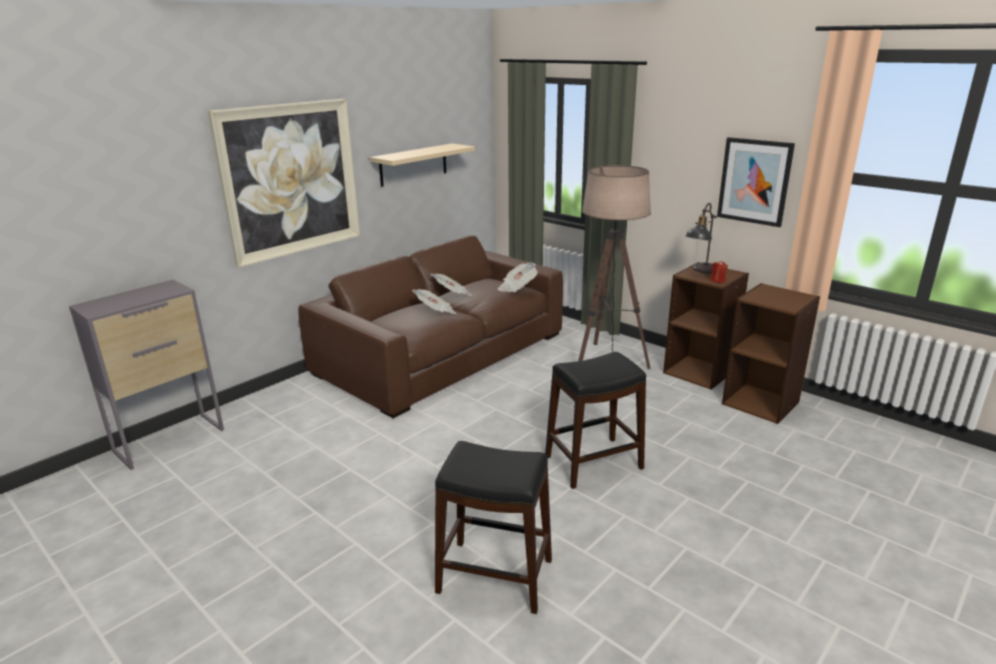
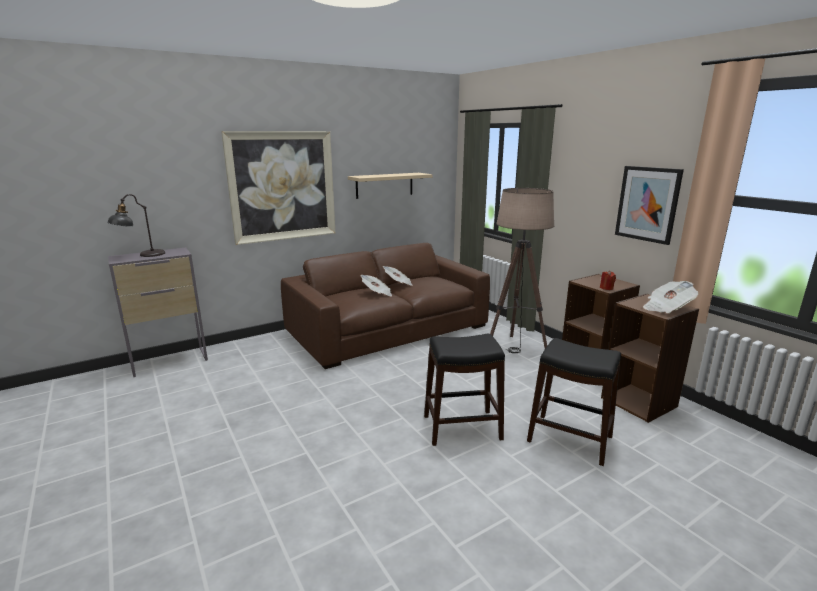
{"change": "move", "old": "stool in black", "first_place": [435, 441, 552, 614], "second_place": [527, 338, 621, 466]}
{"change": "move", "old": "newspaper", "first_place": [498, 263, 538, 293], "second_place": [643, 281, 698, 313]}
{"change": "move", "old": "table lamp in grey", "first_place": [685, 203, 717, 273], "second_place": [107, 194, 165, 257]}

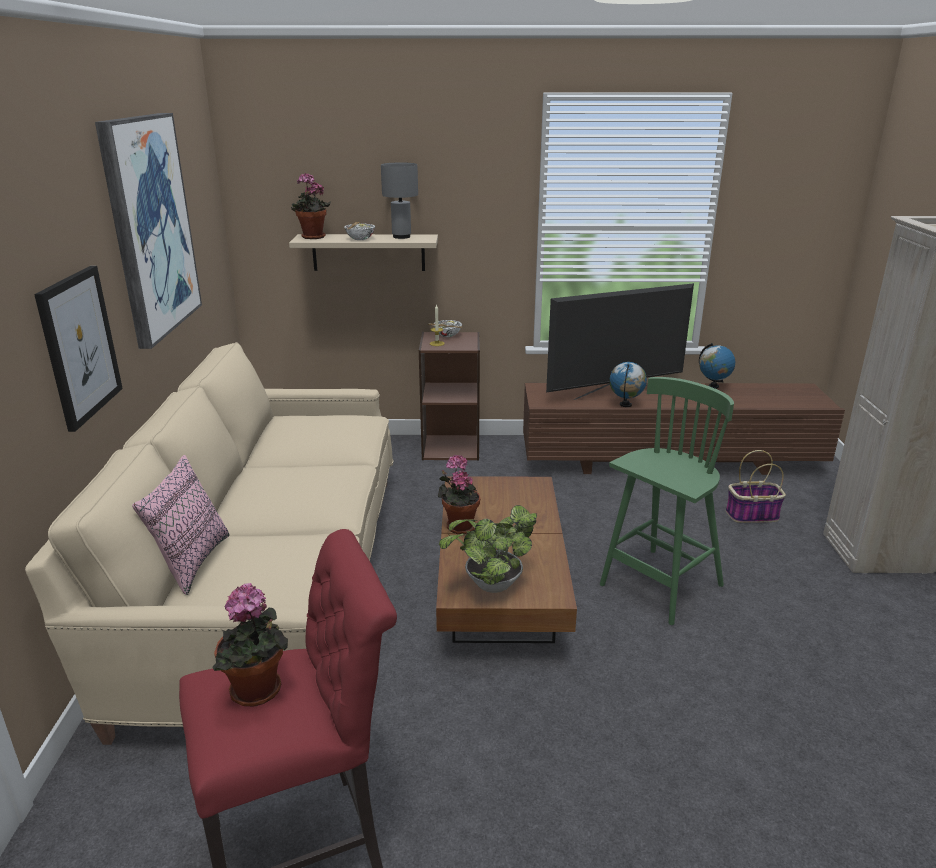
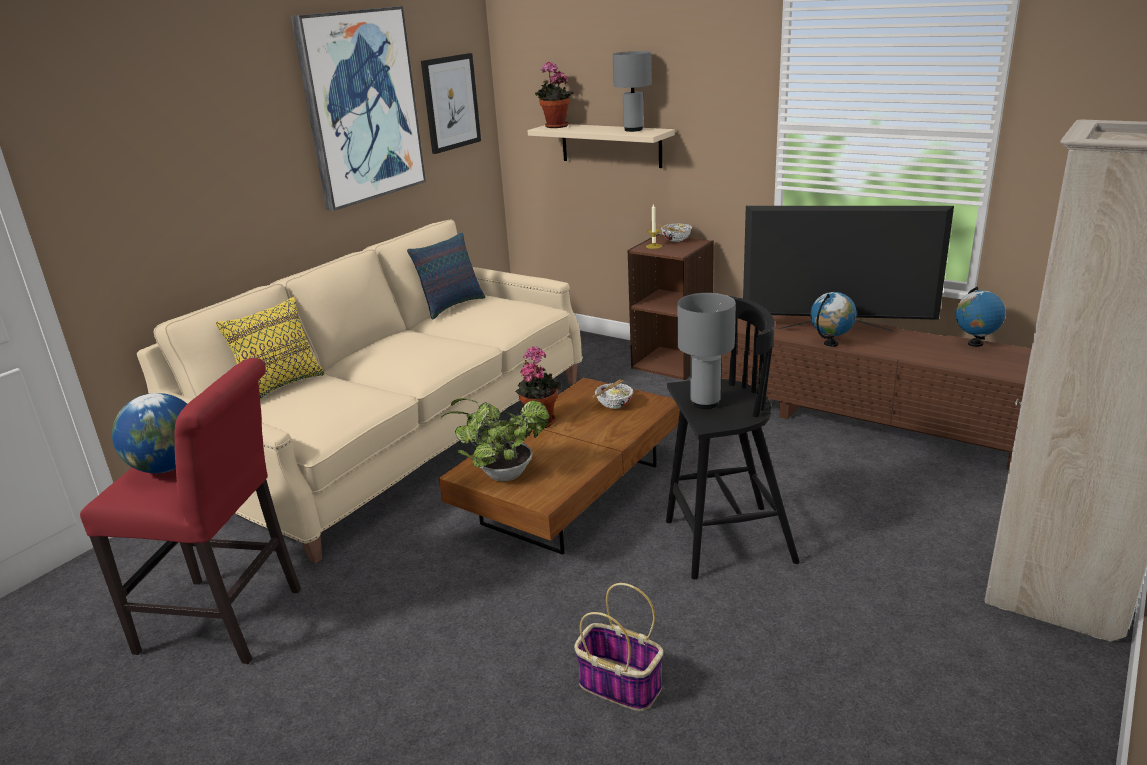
{"change": "move", "old": "picture", "first_place": [34, 266, 123, 432], "second_place": [421, 53, 481, 154]}
{"change": "recolor", "old": "pillow in pink", "new": "pillow in yellow", "first_place": [132, 455, 230, 595], "second_place": [216, 297, 325, 399]}
{"change": "replace", "old": "potted plant", "new": "globe", "first_place": [212, 583, 288, 707], "second_place": [112, 393, 187, 473]}
{"change": "move", "old": "bowl", "first_place": [344, 222, 376, 240], "second_place": [592, 380, 633, 409]}
{"change": "recolor", "old": "stool in green", "new": "stool in black", "first_place": [600, 377, 734, 625], "second_place": [666, 296, 800, 579]}
{"change": "move", "old": "basket", "first_place": [726, 450, 786, 523], "second_place": [574, 583, 663, 711]}
{"change": "insert", "new": "pillow in blue", "second_place": [407, 233, 485, 320]}
{"change": "insert", "new": "table lamp in grey", "second_place": [677, 293, 736, 409]}

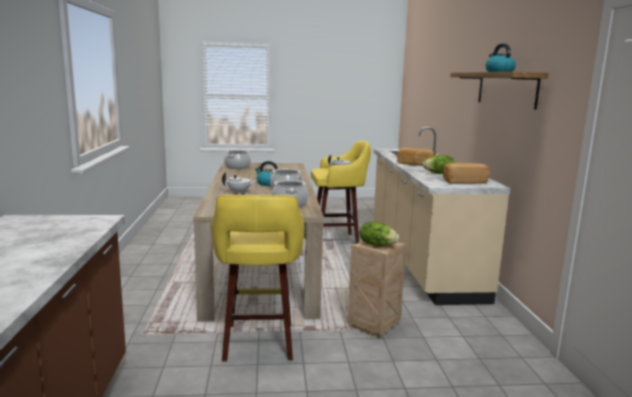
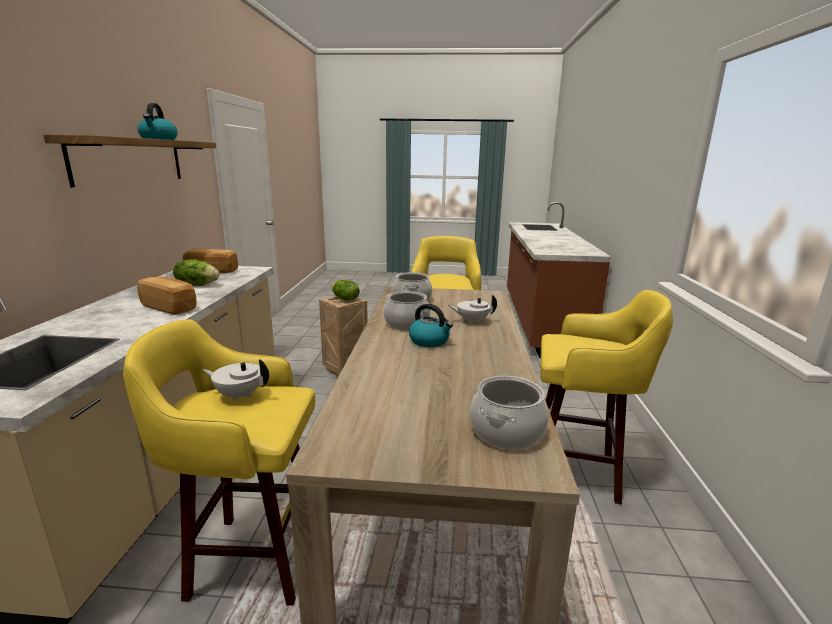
{"change": "insert", "new": "stool in yellow", "second_place": [540, 290, 673, 504]}

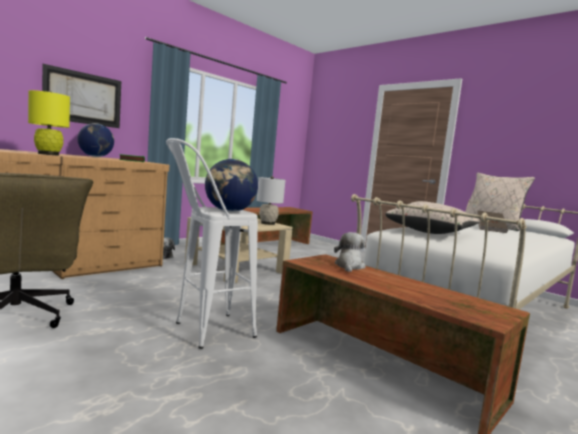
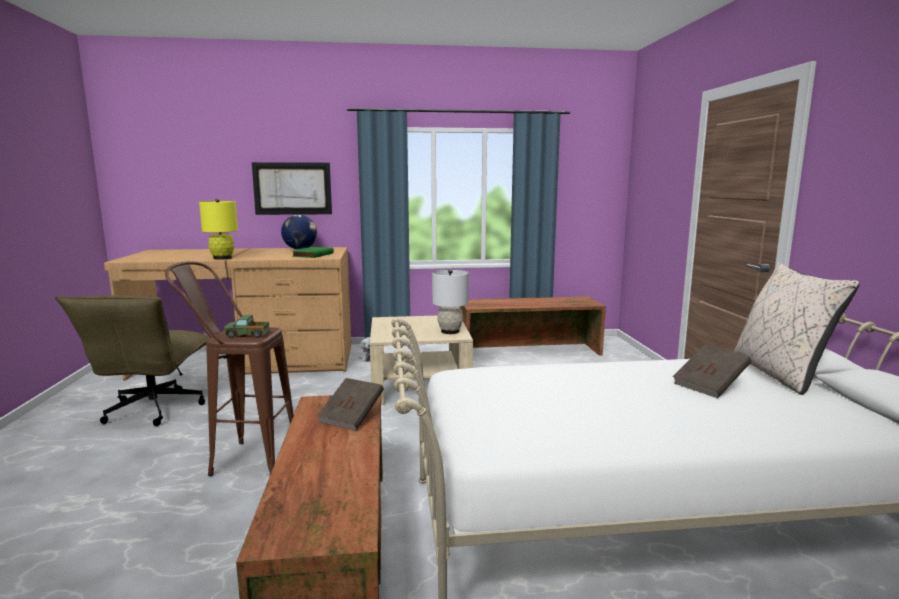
{"change": "recolor", "old": "stool in white", "new": "stool in brown", "first_place": [166, 138, 258, 349], "second_place": [165, 261, 294, 476]}
{"change": "replace", "old": "globe", "new": "toy truck", "first_place": [205, 159, 258, 212], "second_place": [224, 315, 270, 338]}
{"change": "replace", "old": "plush toy", "new": "book in brown", "first_place": [334, 232, 366, 272], "second_place": [317, 378, 384, 431]}
{"change": "delete", "old": "pillow in beige", "first_place": [385, 201, 480, 234]}

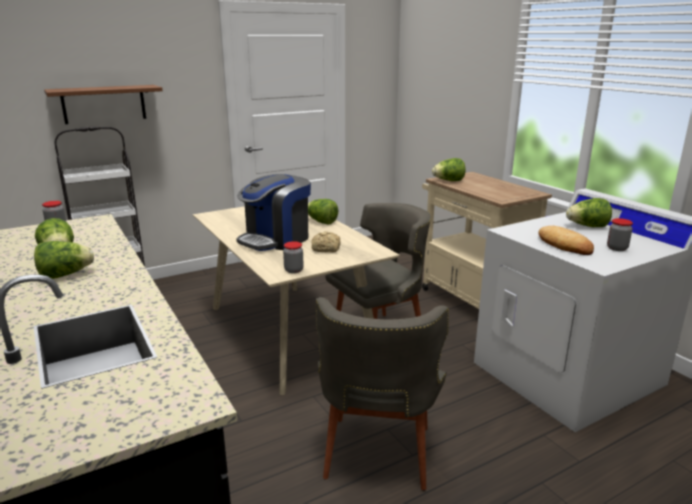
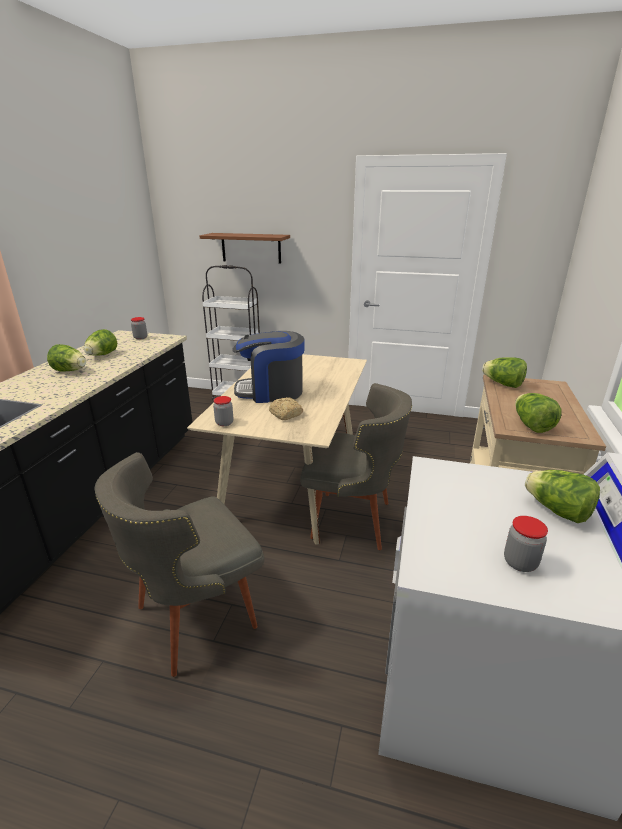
{"change": "move", "old": "lettuce", "first_place": [308, 199, 338, 225], "second_place": [515, 393, 561, 433]}
{"change": "delete", "old": "bread", "first_place": [538, 226, 594, 255]}

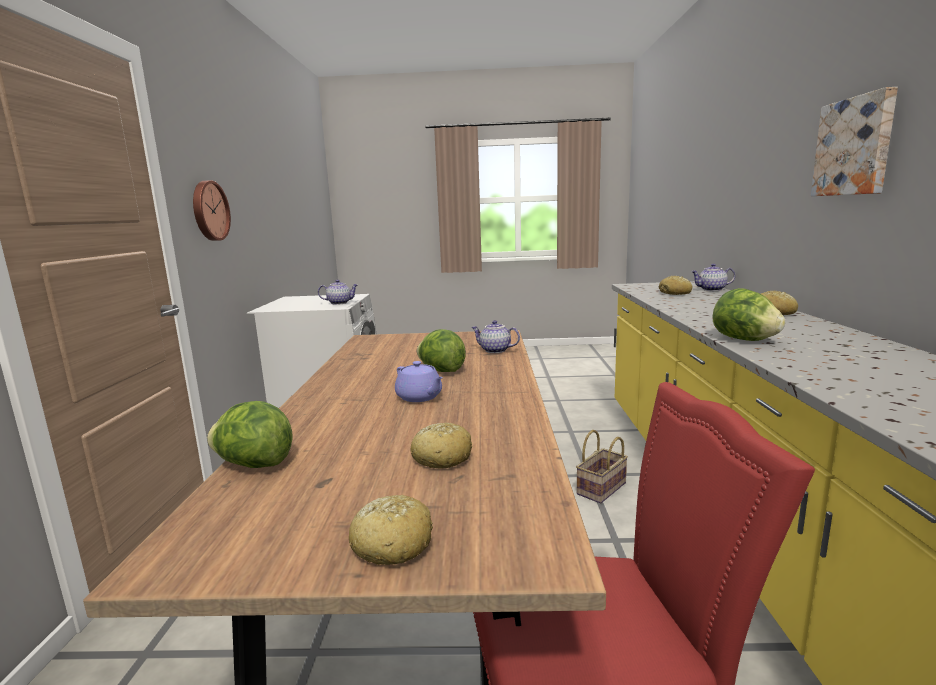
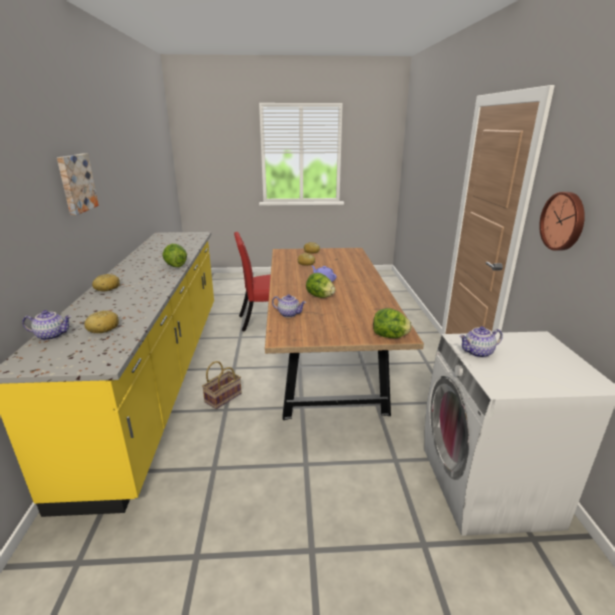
{"change": "move", "old": "lettuce", "first_place": [207, 401, 292, 468], "second_place": [373, 308, 412, 338]}

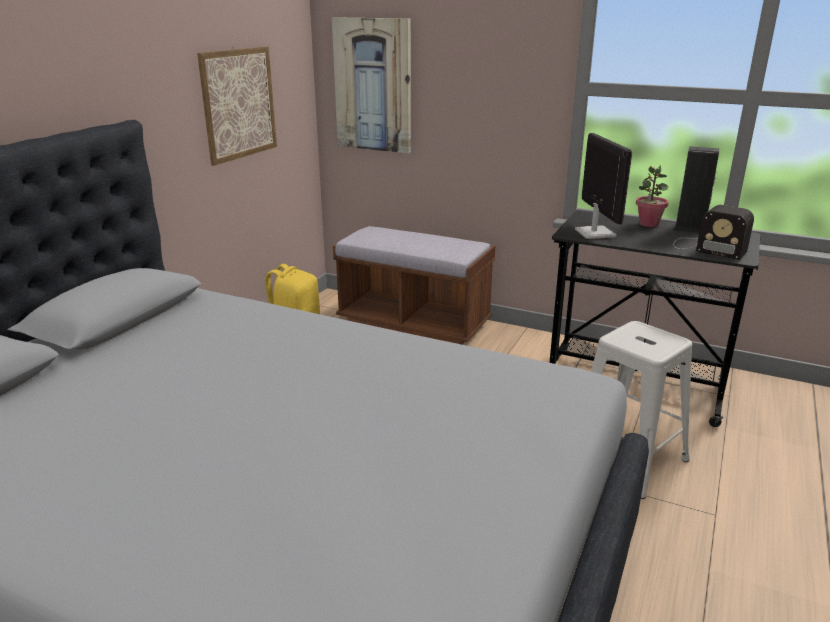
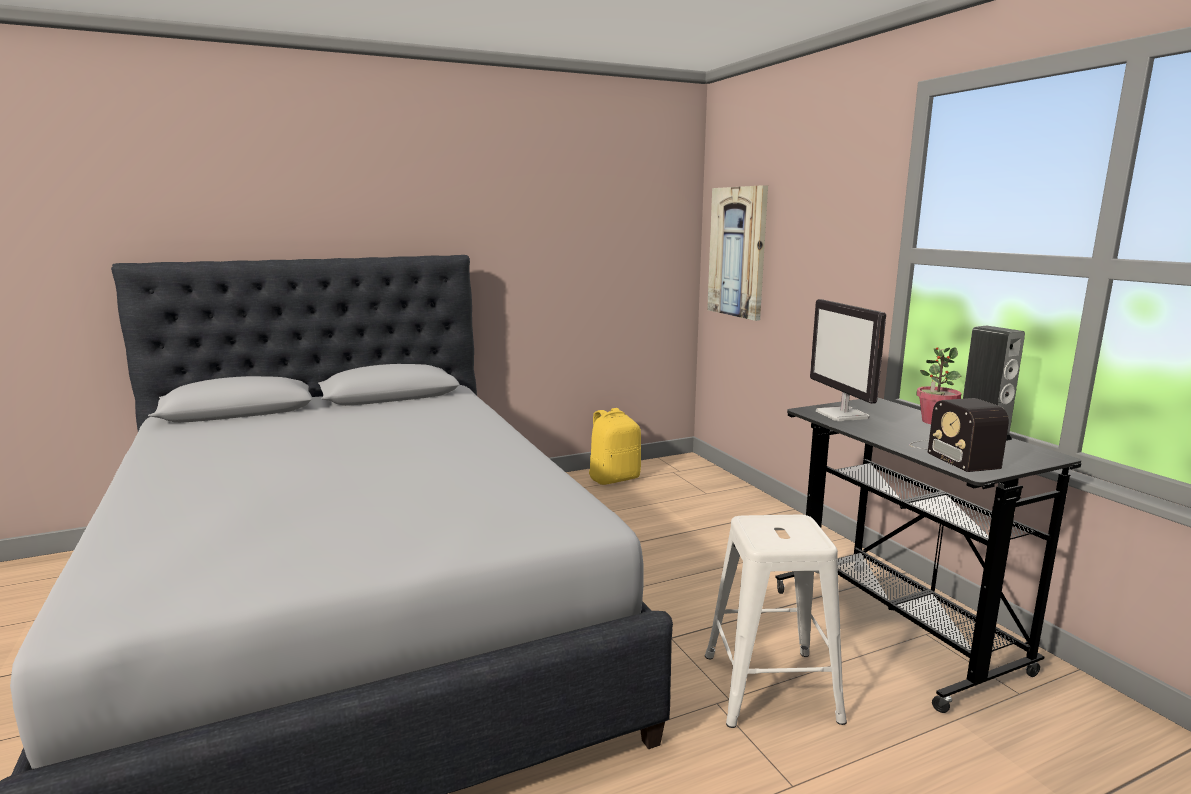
{"change": "delete", "old": "picture", "first_place": [197, 46, 277, 166]}
{"change": "delete", "old": "bench in brown", "first_place": [333, 226, 495, 345]}
{"change": "rotate", "old": "monitor", "first_place": [575, 133, 632, 239], "second_place": [810, 299, 886, 421], "degrees": 135}

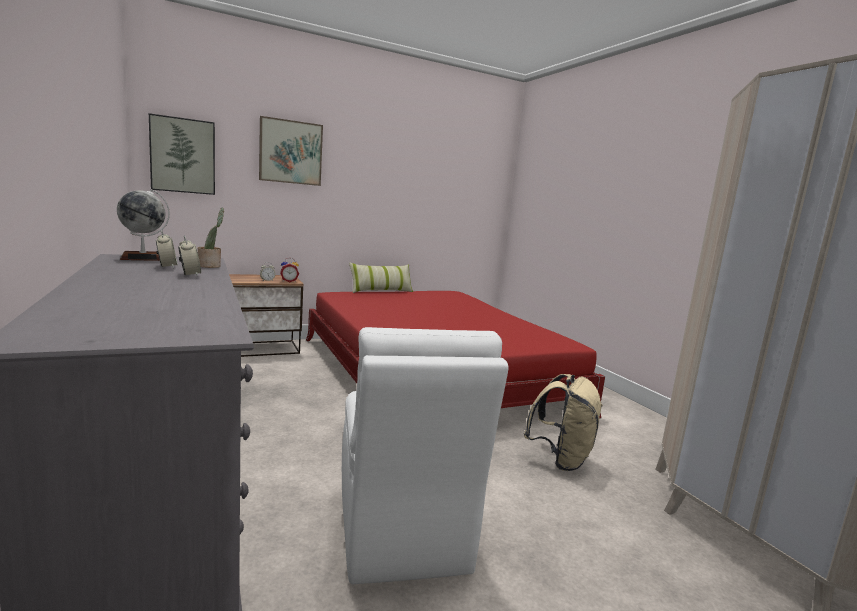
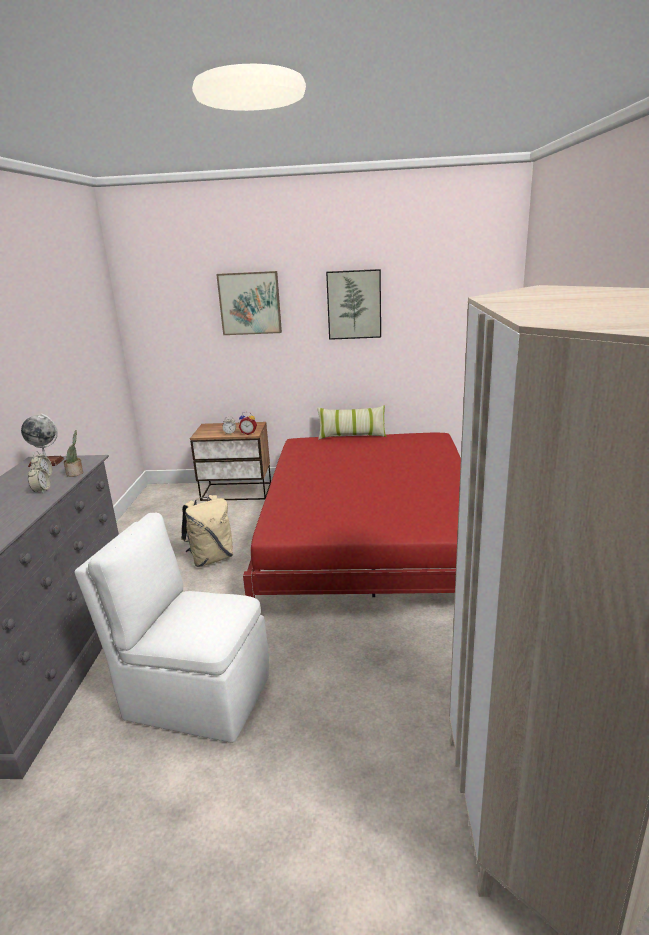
{"change": "move", "old": "picture", "first_place": [149, 113, 215, 195], "second_place": [326, 269, 381, 340]}
{"change": "rotate", "old": "chair in white", "first_place": [342, 327, 509, 585], "second_place": [75, 513, 269, 743], "degrees": 90}
{"change": "move", "old": "backpack in beige", "first_place": [524, 374, 603, 471], "second_place": [181, 495, 234, 567]}

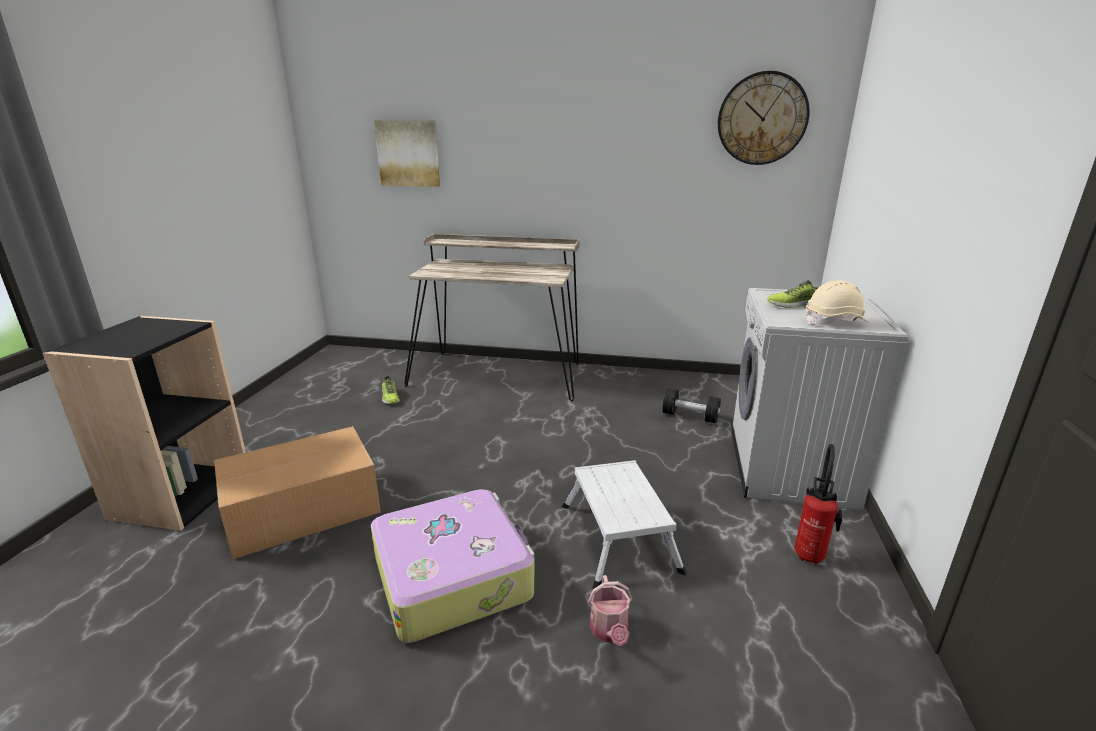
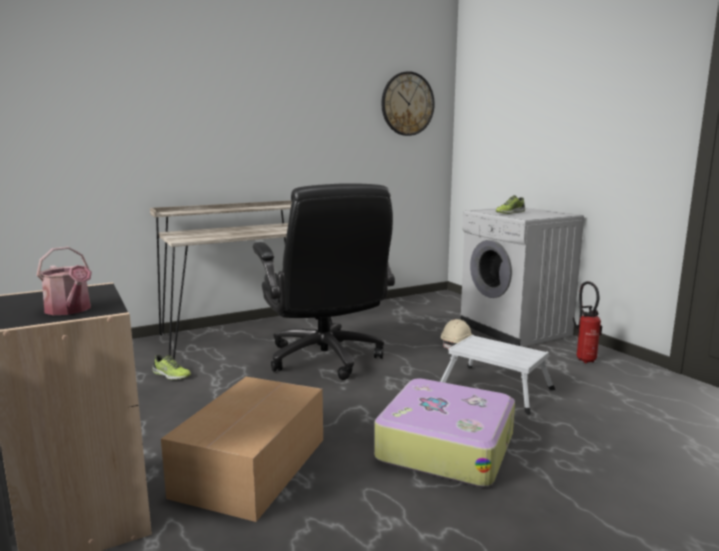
{"change": "delete", "old": "picture", "first_place": [374, 120, 440, 187]}
{"change": "move", "old": "watering can", "first_place": [588, 575, 632, 646], "second_place": [36, 247, 92, 315]}
{"change": "delete", "old": "dumbbell in black", "first_place": [662, 389, 721, 423]}
{"change": "move", "old": "hard hat in beige", "first_place": [805, 280, 870, 325], "second_place": [441, 319, 472, 350]}
{"change": "insert", "new": "office chair in black", "second_place": [253, 183, 395, 380]}

